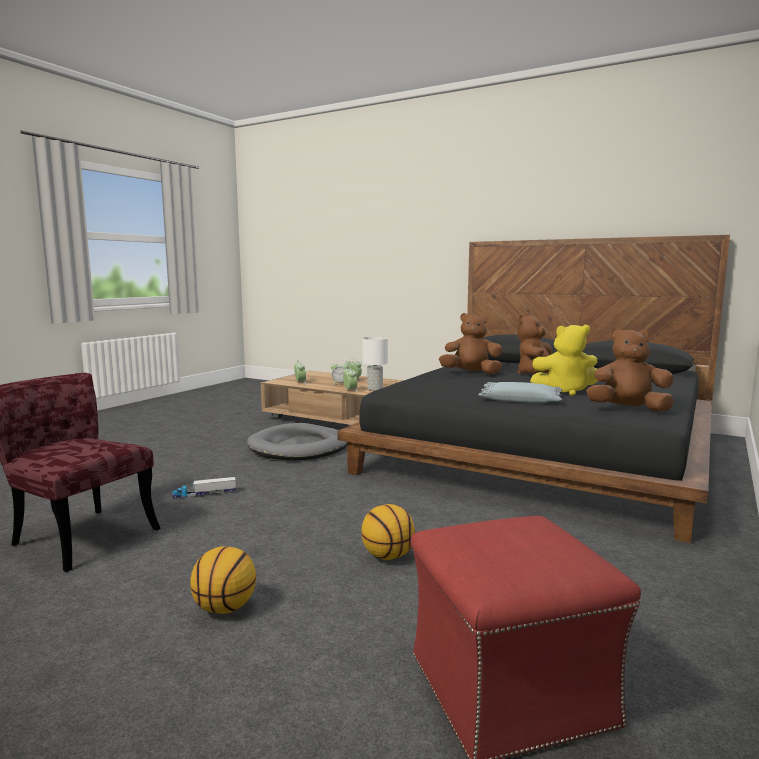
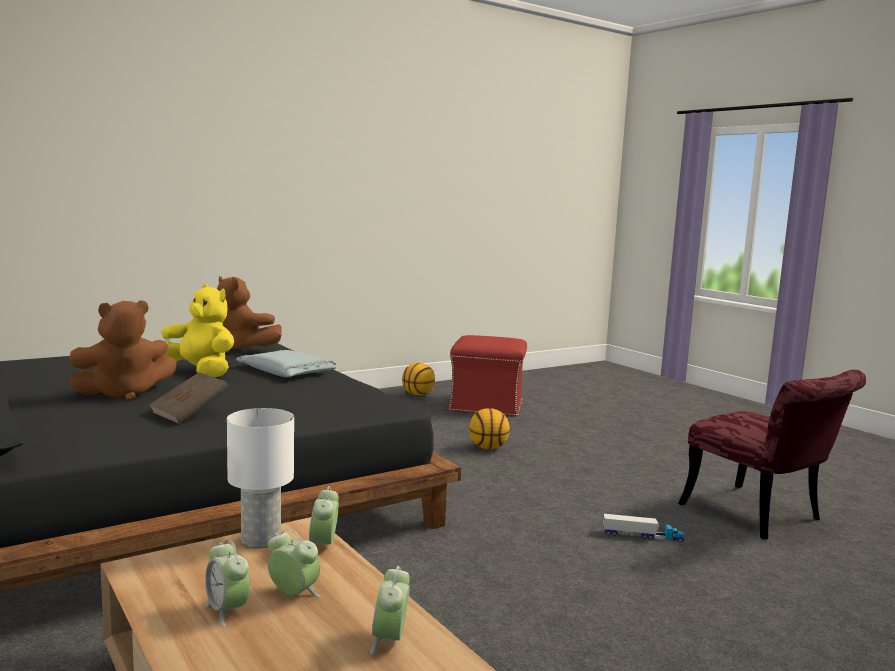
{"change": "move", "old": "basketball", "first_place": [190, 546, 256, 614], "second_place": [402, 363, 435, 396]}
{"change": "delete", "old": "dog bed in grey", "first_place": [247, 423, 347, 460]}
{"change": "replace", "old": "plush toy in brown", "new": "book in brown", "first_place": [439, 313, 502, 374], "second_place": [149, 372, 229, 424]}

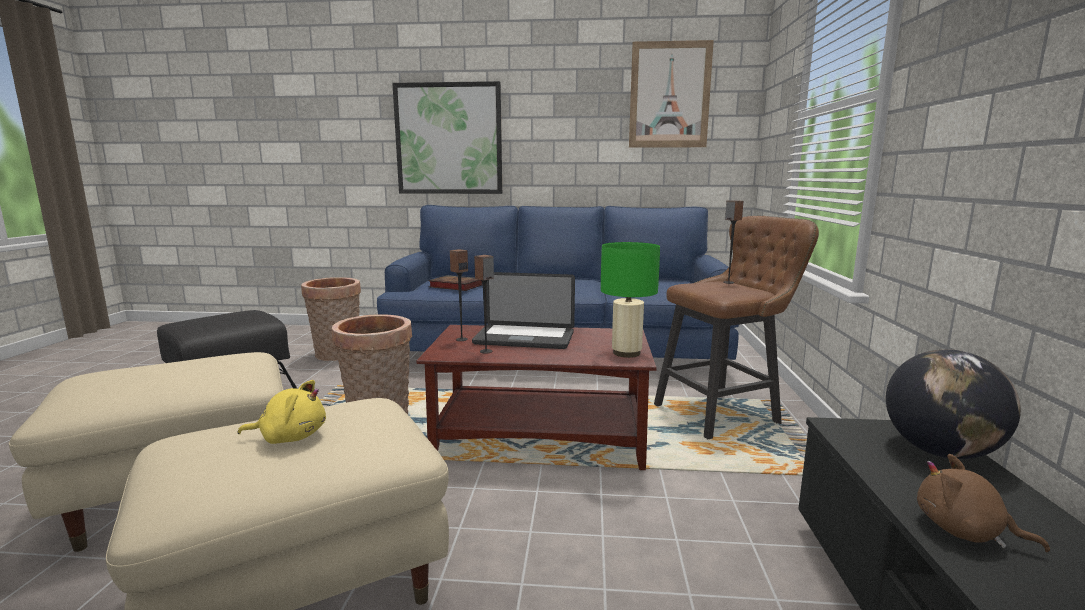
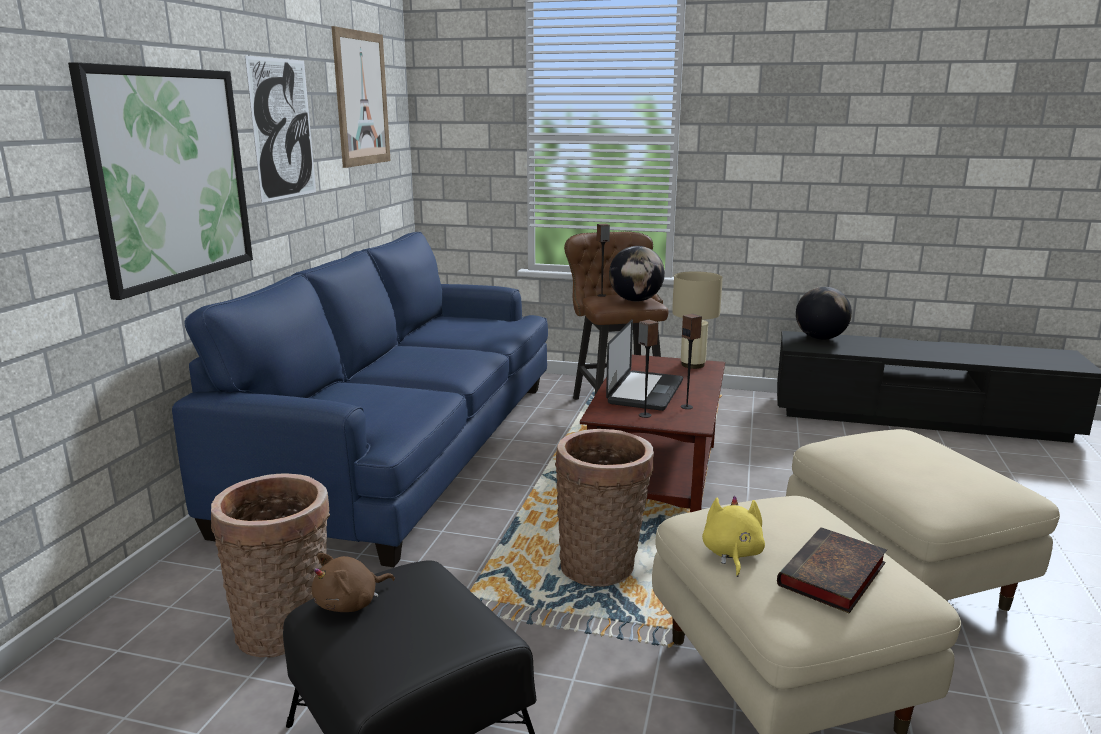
{"change": "move", "old": "plush toy in yellow", "first_place": [238, 380, 326, 444], "second_place": [702, 496, 765, 577]}
{"change": "move", "old": "book", "first_place": [428, 275, 483, 291], "second_place": [777, 527, 887, 613]}
{"change": "recolor", "old": "table lamp in green", "new": "table lamp in beige", "first_place": [601, 242, 660, 358], "second_place": [672, 271, 722, 369]}
{"change": "move", "old": "plush toy in brown", "first_place": [917, 454, 1050, 552], "second_place": [312, 553, 395, 612]}
{"change": "insert", "new": "picture", "second_place": [245, 55, 316, 203]}
{"change": "insert", "new": "globe", "second_place": [609, 246, 665, 301]}

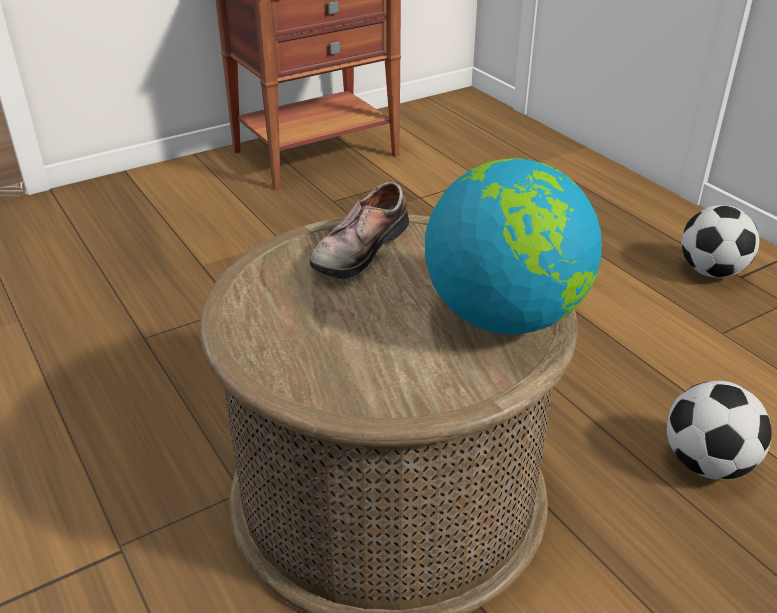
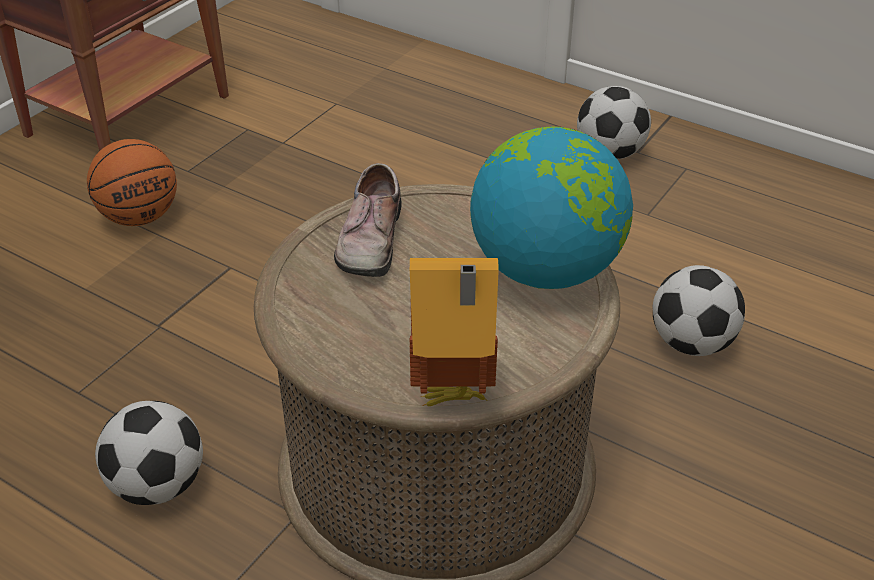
{"change": "insert", "new": "basketball", "second_place": [87, 139, 177, 226]}
{"change": "insert", "new": "football", "second_place": [95, 401, 203, 505]}
{"change": "insert", "new": "toy house", "second_place": [409, 258, 499, 406]}

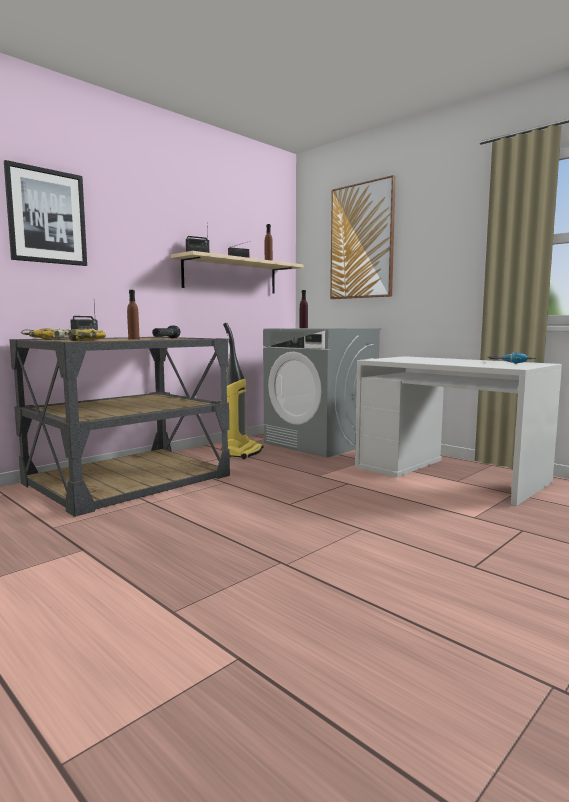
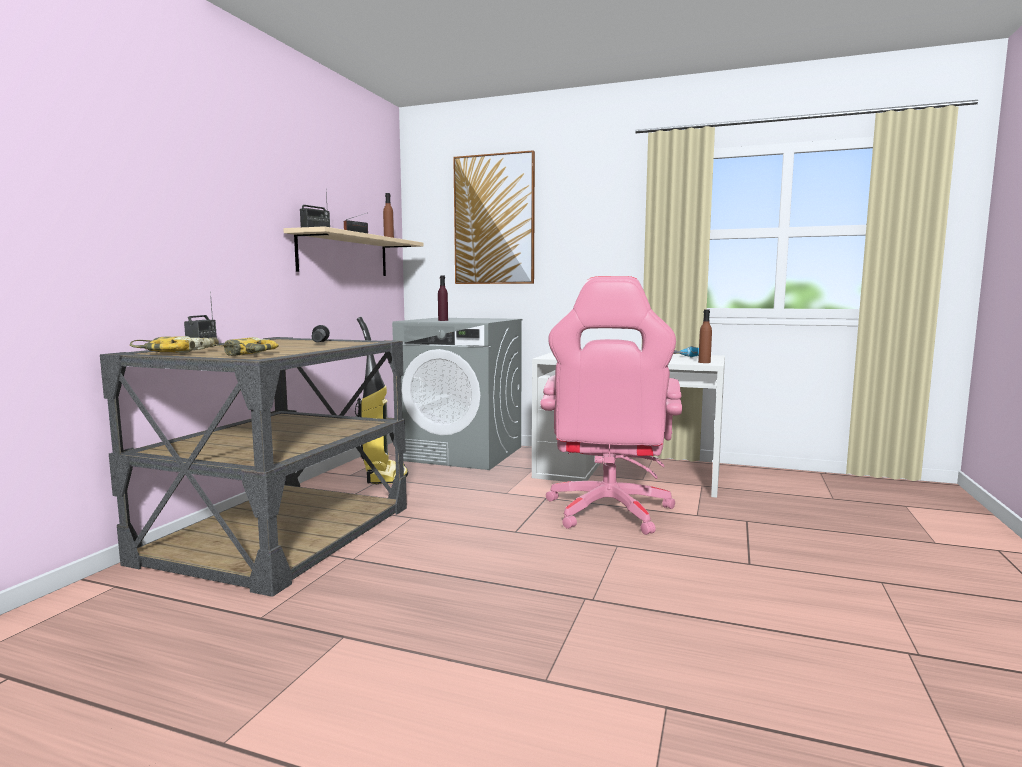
{"change": "delete", "old": "picture", "first_place": [4, 160, 87, 266]}
{"change": "move", "old": "bottle in brown", "first_place": [127, 290, 140, 340], "second_place": [698, 310, 712, 363]}
{"change": "insert", "new": "office chair in pink", "second_place": [540, 276, 682, 535]}

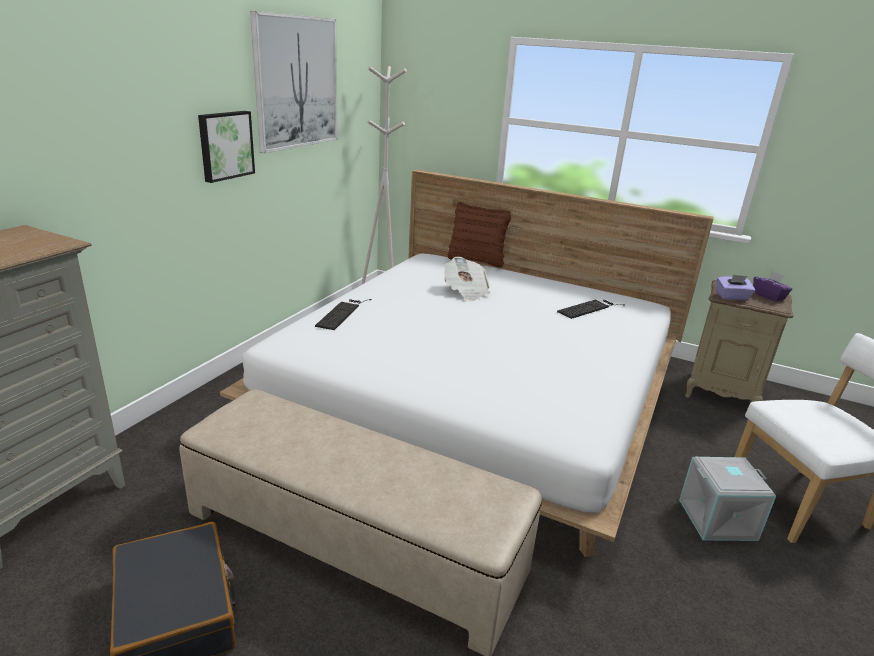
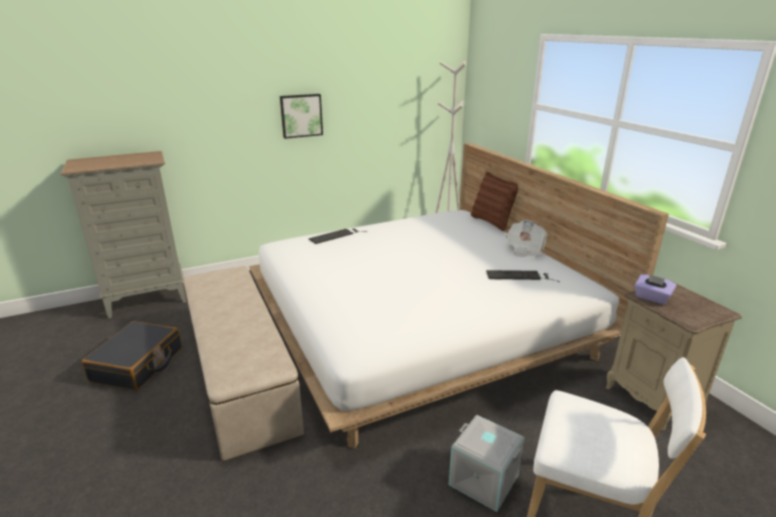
{"change": "delete", "old": "picture", "first_place": [250, 11, 338, 153]}
{"change": "move", "old": "newspaper", "first_place": [444, 257, 490, 302], "second_place": [506, 220, 547, 257]}
{"change": "delete", "old": "tissue box in purple", "first_place": [753, 271, 792, 301]}

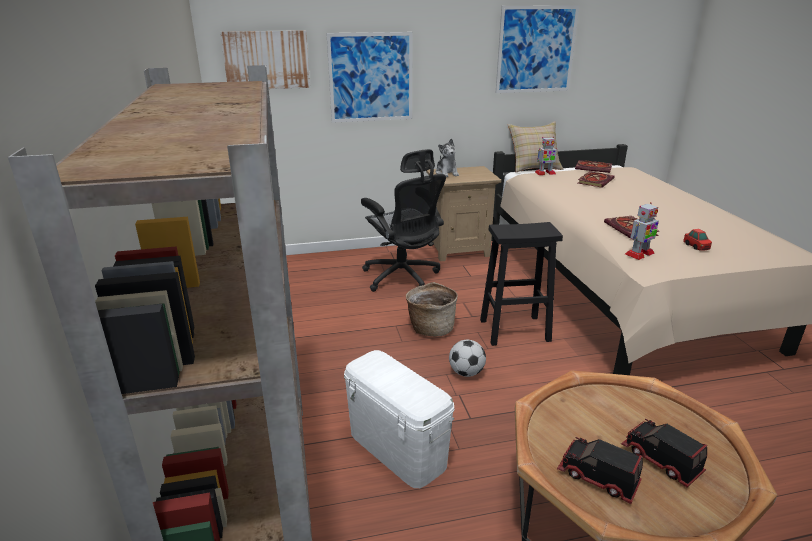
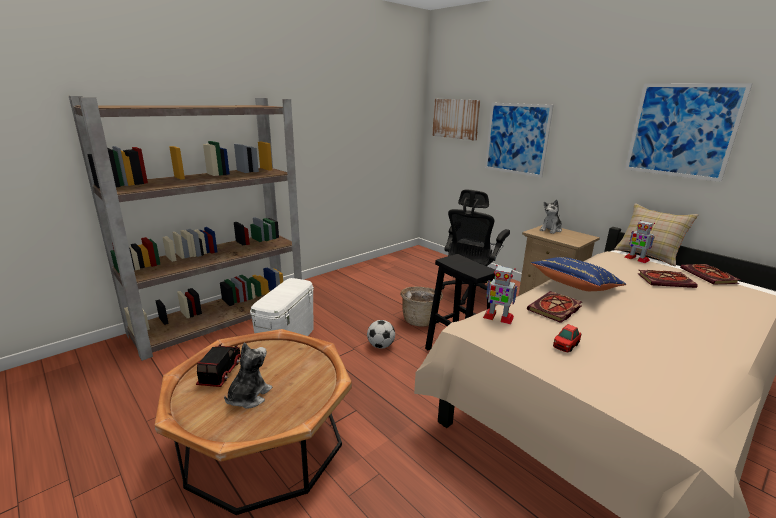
{"change": "replace", "old": "toy truck", "new": "plush toy", "first_place": [621, 419, 707, 488], "second_place": [224, 342, 273, 409]}
{"change": "insert", "new": "pillow in blue", "second_place": [531, 257, 626, 291]}

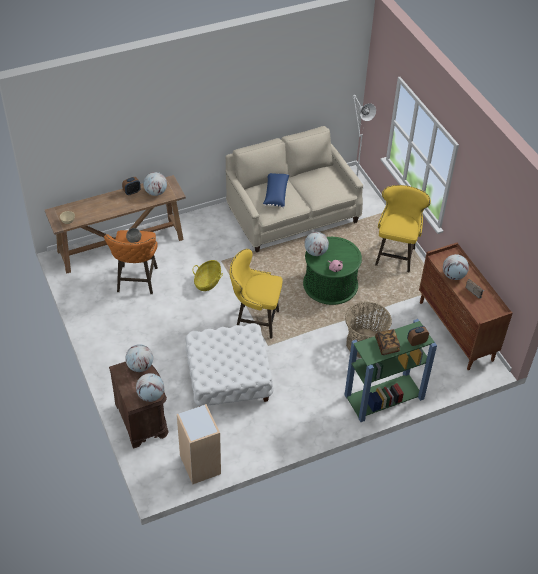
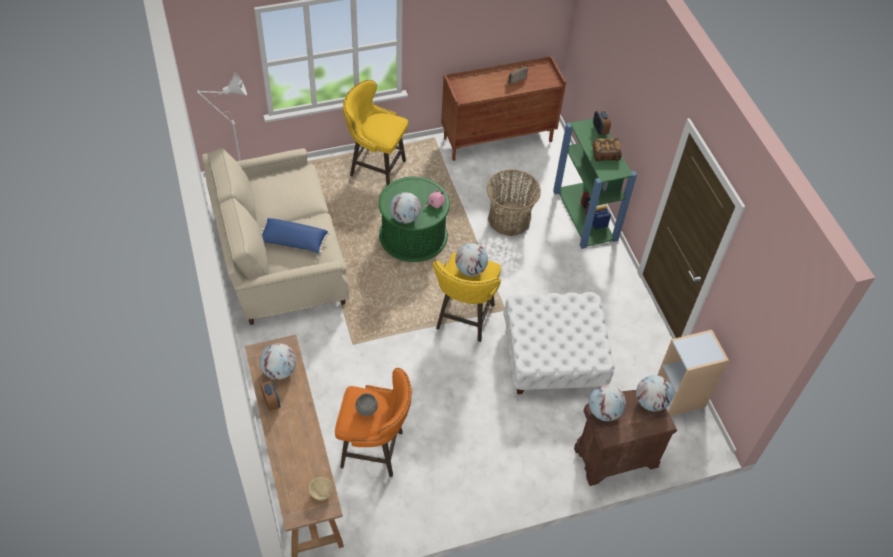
{"change": "delete", "old": "basket", "first_place": [193, 260, 223, 291]}
{"change": "move", "old": "globe", "first_place": [443, 254, 469, 280], "second_place": [455, 243, 488, 276]}

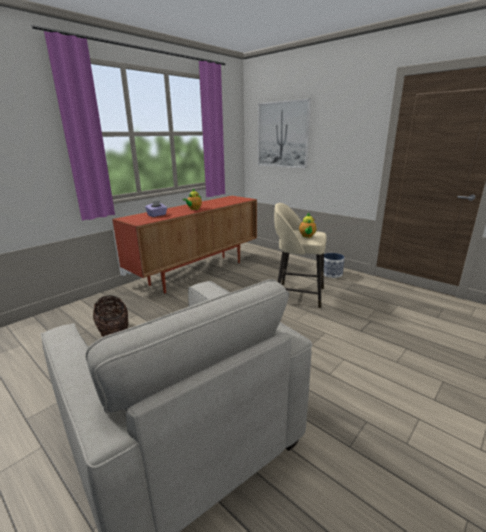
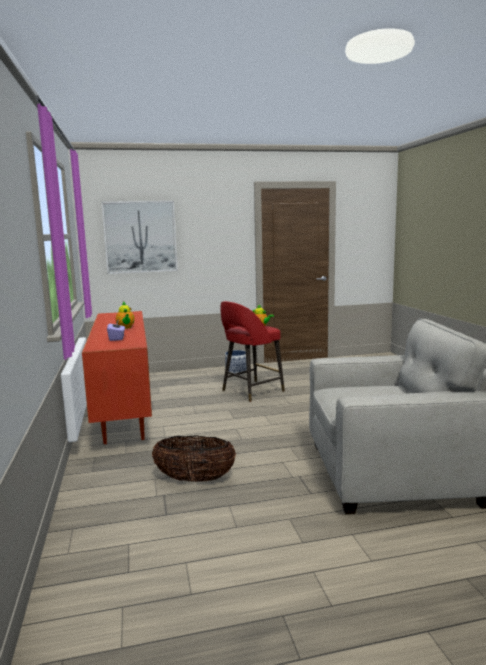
{"change": "recolor", "old": "stool in beige", "new": "stool in red", "first_place": [274, 203, 327, 308], "second_place": [221, 301, 285, 402]}

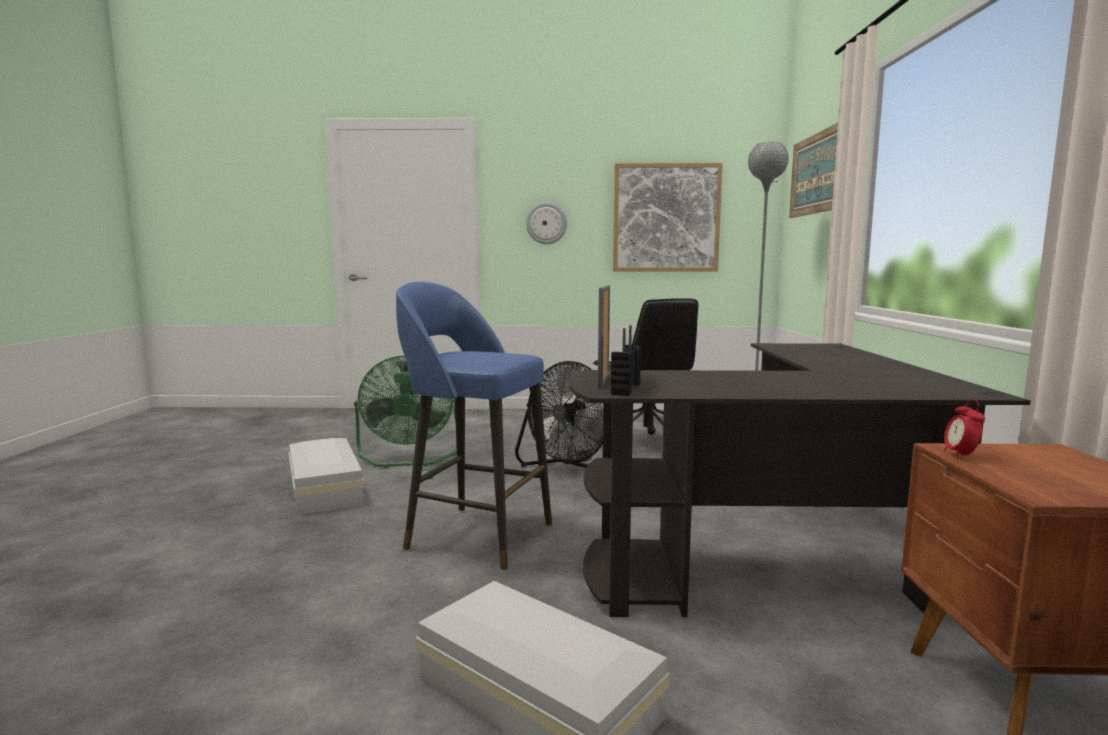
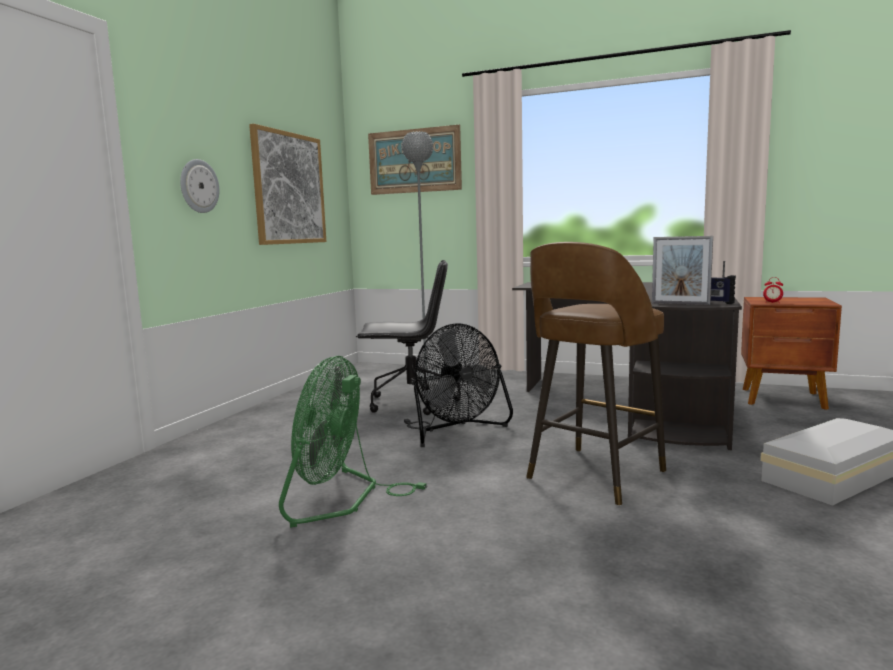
{"change": "delete", "old": "storage box in white", "first_place": [289, 438, 364, 515]}
{"change": "recolor", "old": "stool in blue", "new": "stool in brown", "first_place": [396, 282, 552, 570], "second_place": [526, 242, 666, 506]}

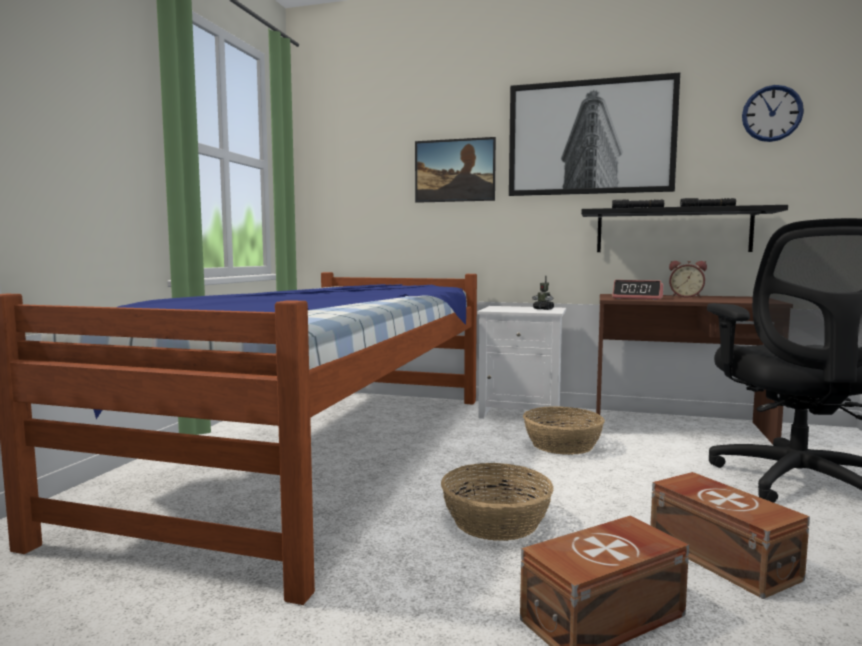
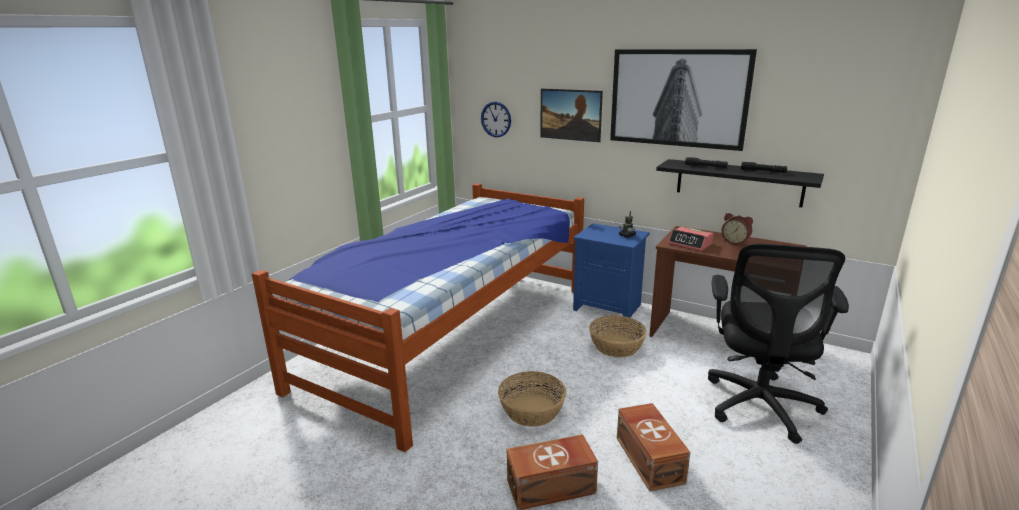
{"change": "recolor", "old": "nightstand in white", "new": "nightstand in blue", "first_place": [477, 306, 566, 419], "second_place": [573, 223, 650, 320]}
{"change": "move", "old": "wall clock", "first_place": [742, 85, 804, 142], "second_place": [481, 102, 511, 137]}

